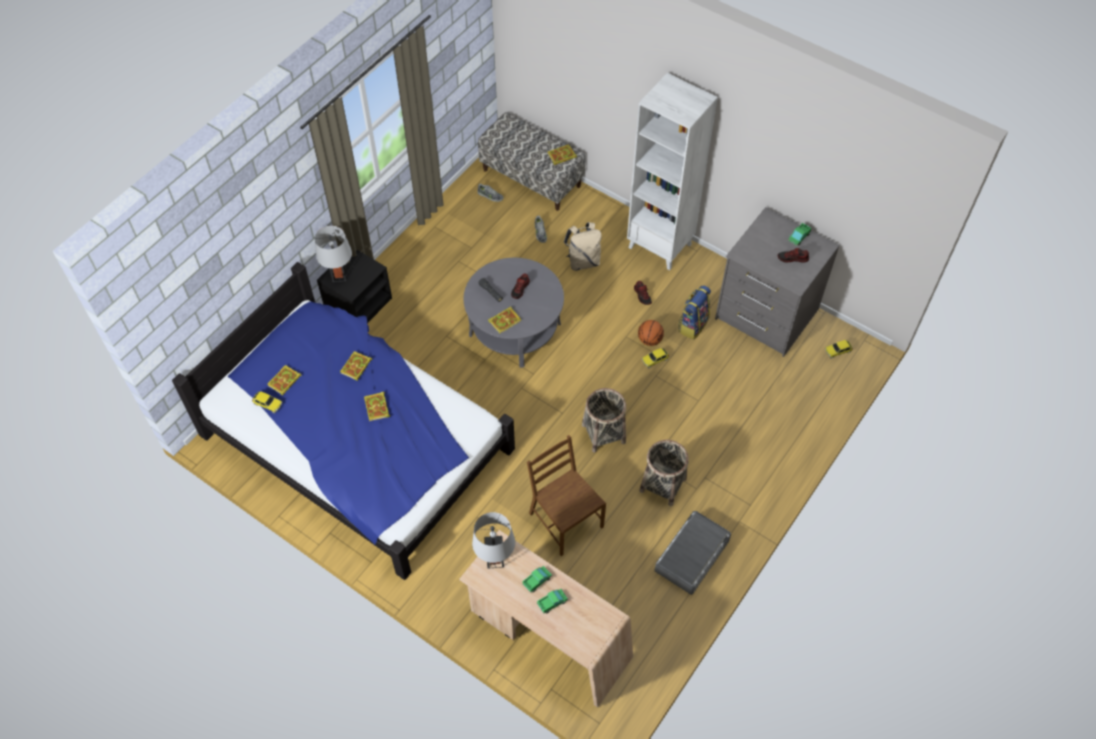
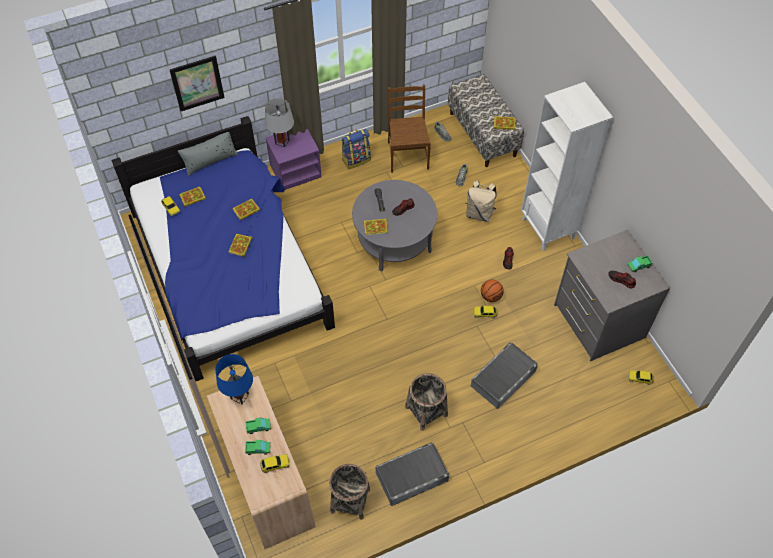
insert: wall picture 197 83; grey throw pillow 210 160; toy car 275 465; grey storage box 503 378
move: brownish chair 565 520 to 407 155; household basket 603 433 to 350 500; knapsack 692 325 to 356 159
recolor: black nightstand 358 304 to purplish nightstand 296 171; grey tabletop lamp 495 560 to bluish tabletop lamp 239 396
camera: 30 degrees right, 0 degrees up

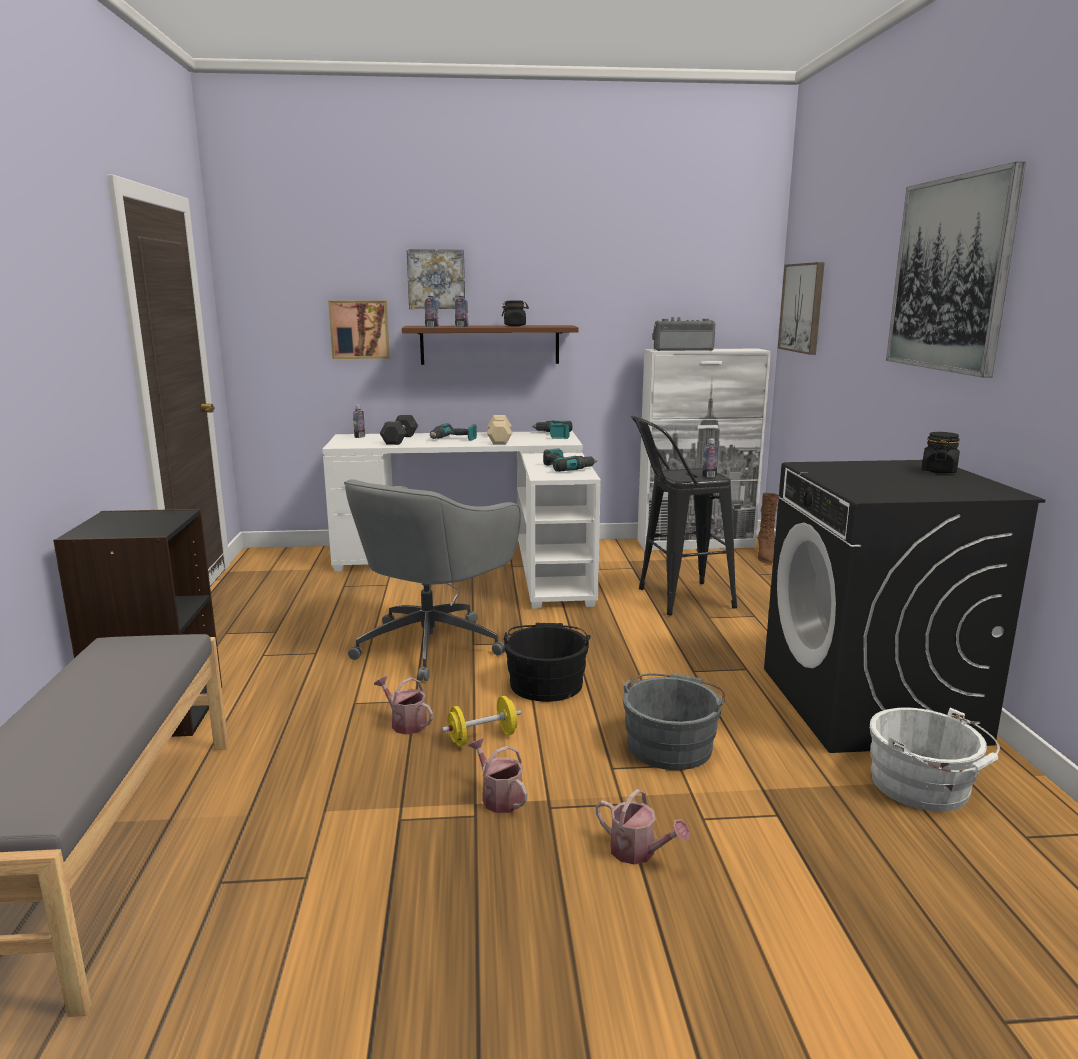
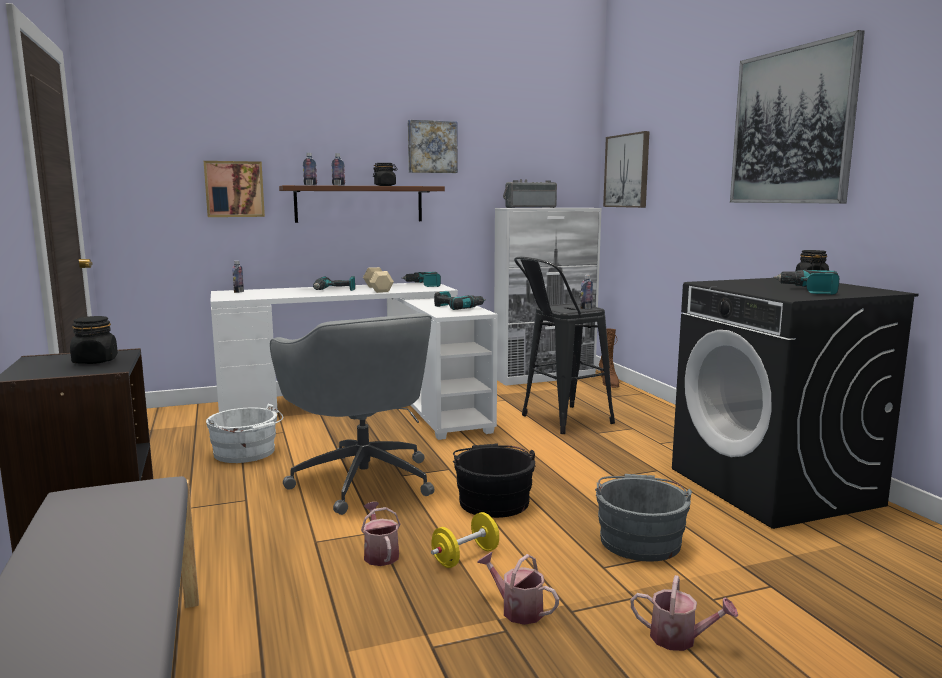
delete: grey dumbbell 399 439
insert: black preserve jar 95 361; drill 809 290
move: wall picture 436 279 to 432 147; white water bucket 925 787 to 246 453
rotate: grey desk chair 432 644 = 362 479 45 degrees counterclockwise; sprinkling can 405 723 = 380 554 45 degrees clockwise
camera: 15 degrees left, 5 degrees down

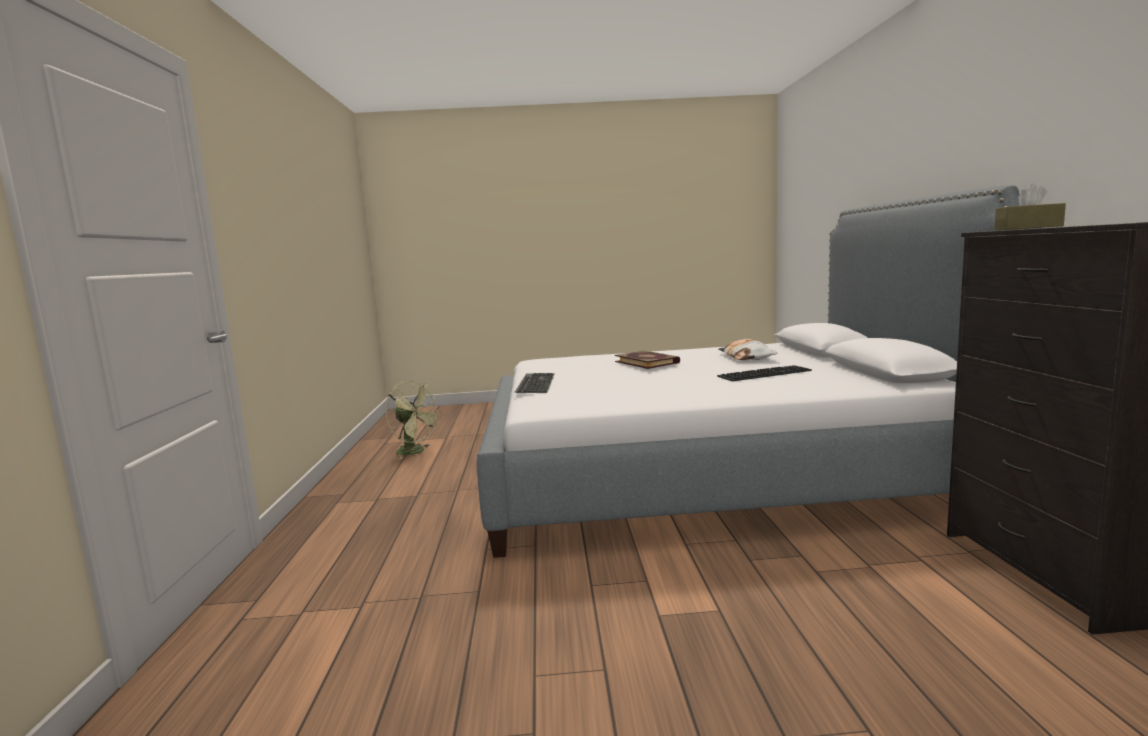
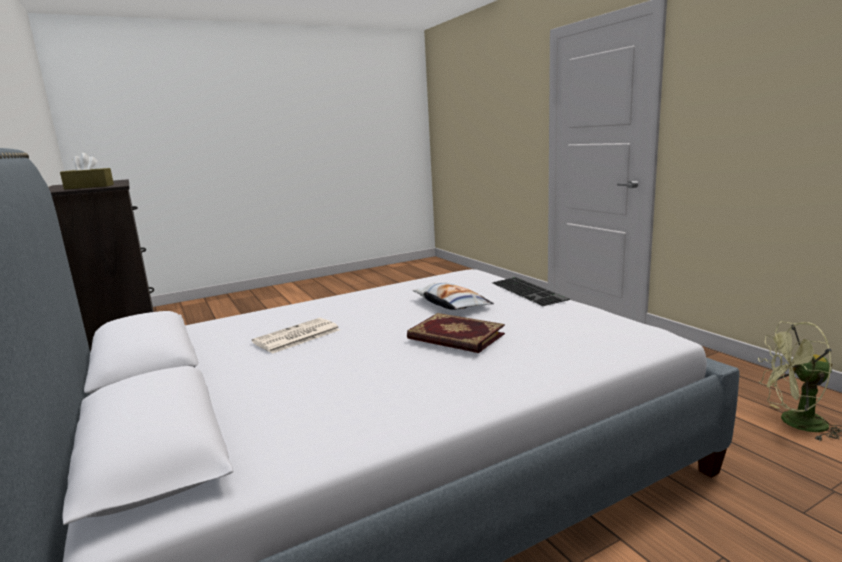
move: throw pillow 747 357 to 451 304
replace: keyboard 764 373 to daily paper 296 337
camera: 155 degrees right, 5 degrees up

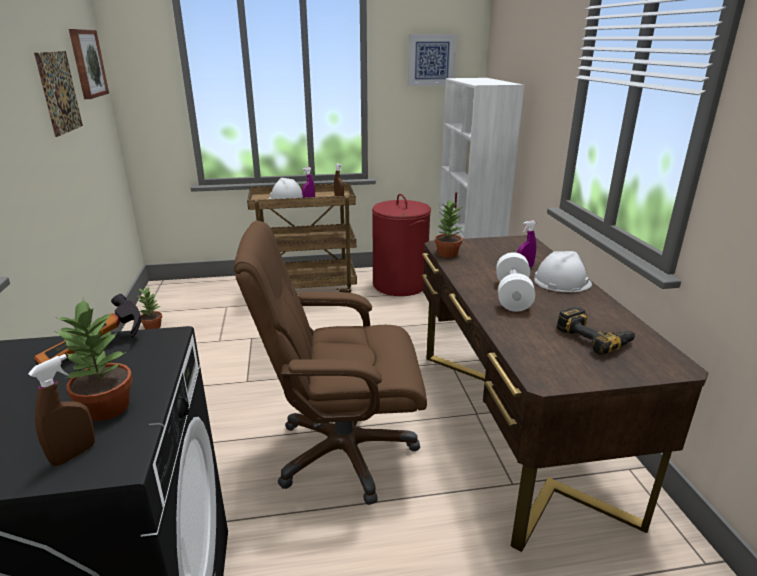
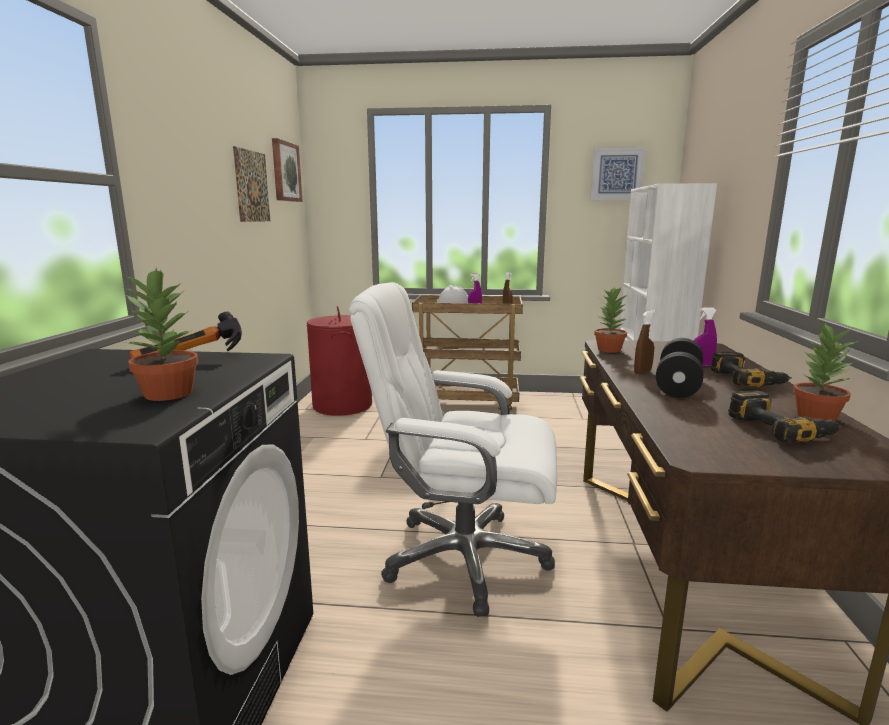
move: brownish spray bottle 74 454 to 642 371; houseplant 152 327 to 815 416; red-coloured hamper 400 284 to 343 405
replace: white work helmet 562 281 to drill 748 379
recolor: brownish desk chair 343 452 to white desk chair 463 557; white dumbbell 512 295 to black dumbbell 678 385
camera: 15 degrees right, 10 degrees down

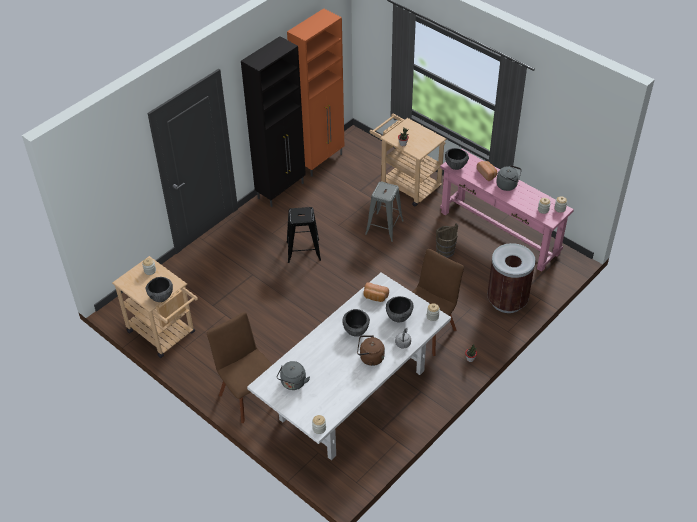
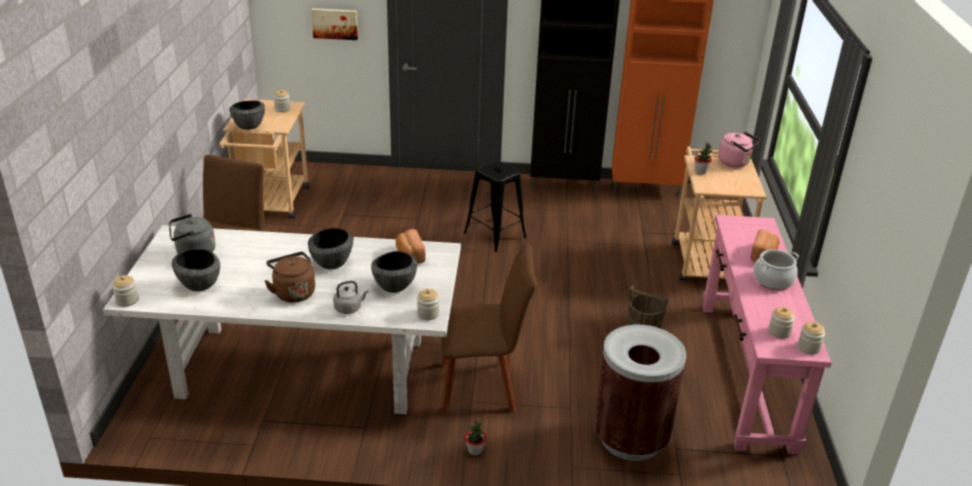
delete: grey stool seat 384 227
insert: wall picture 335 23; pink-coloured water kettle 735 163
move: serving bowl 456 166 to 199 285
replace: grey water kettle 508 185 to saucepot 773 280
camera: 50 degrees right, 15 degrees down

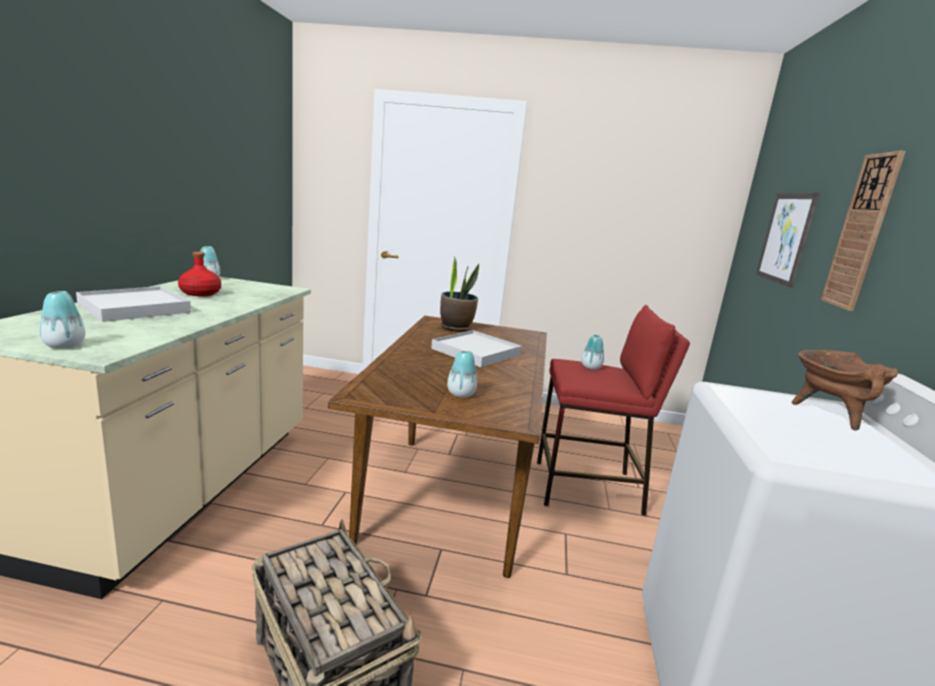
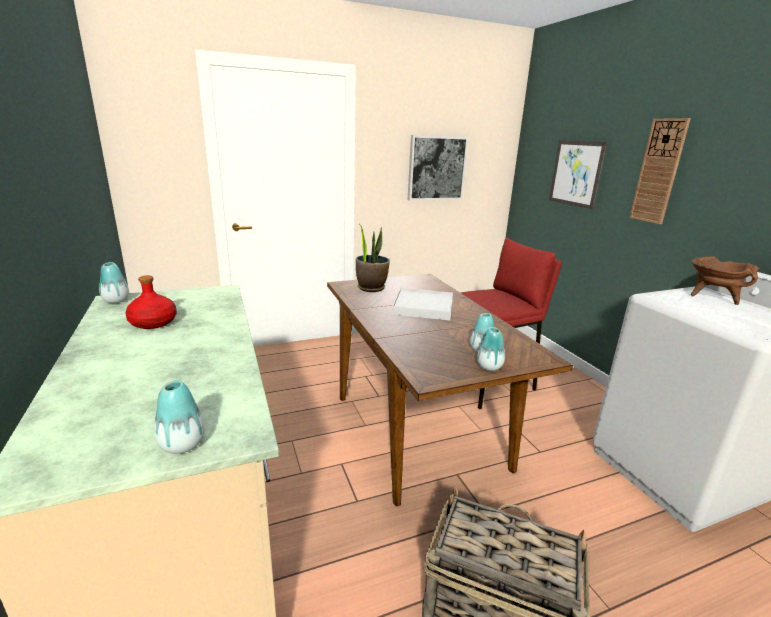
delete: white carrying tray 134 308
insert: wall picture 436 168
move: decorative vase 591 367 to 489 366
camera: 30 degrees left, 5 degrees up

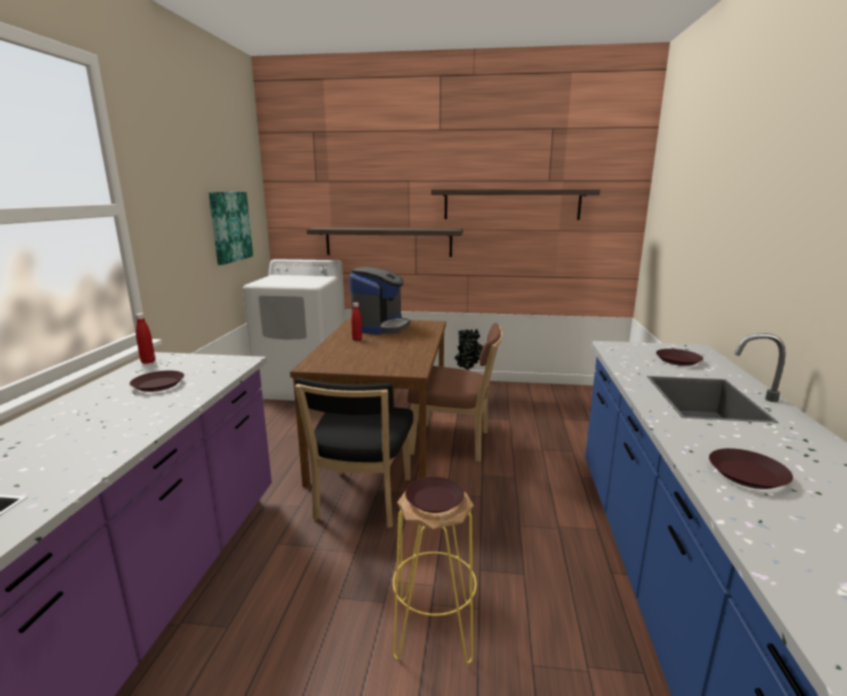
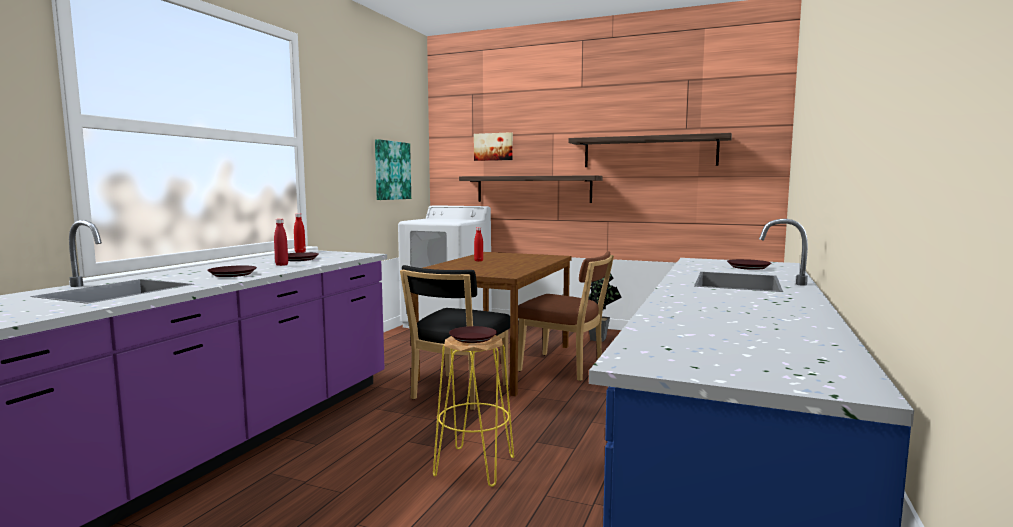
delete: coffee maker 380 326
insert: red-coloured bottle 281 265; wall picture 493 146
move: brownish dinner plate 746 474 to 232 274
camera: 15 degrees right, 10 degrees down

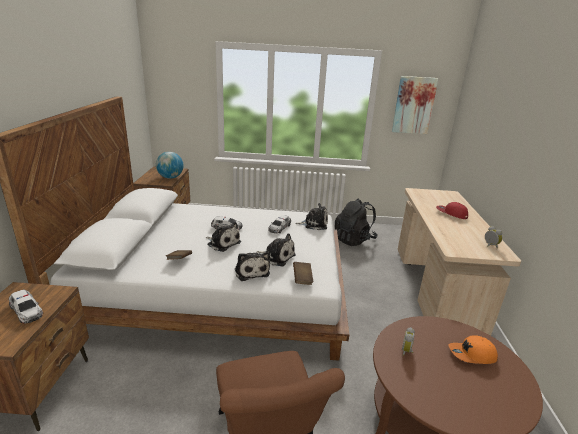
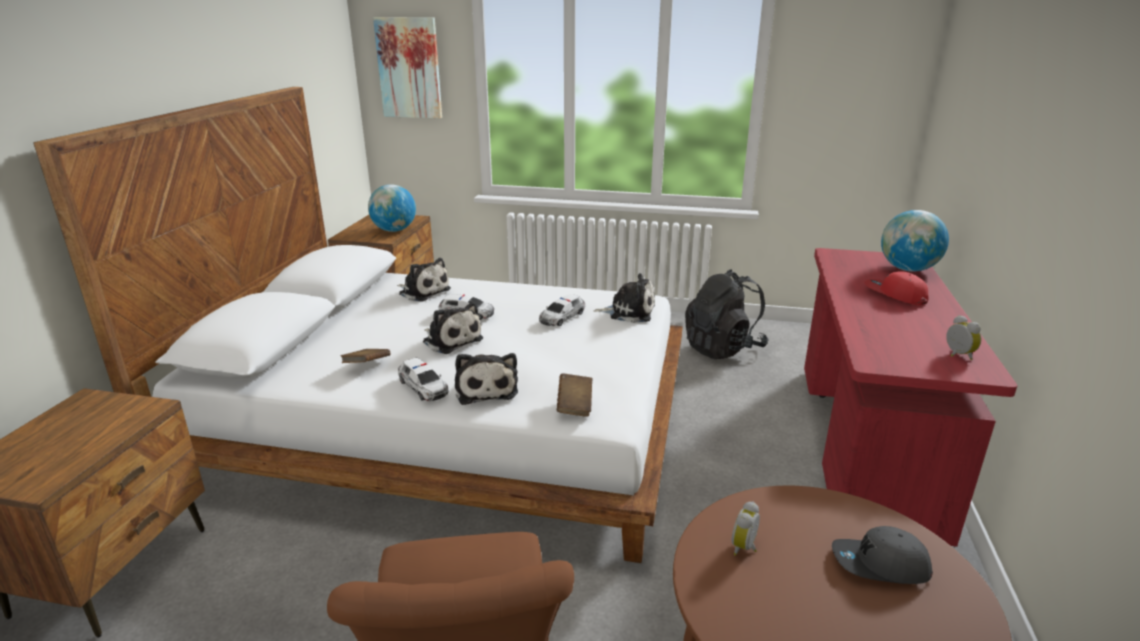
insert: globe 908 269
move: toy car 26 311 to 423 387; cuddly toy 277 257 to 423 291; wall picture 413 105 to 409 68
recolor: sand-coloured desk 435 289 to red-coloured desk 865 444; orange cap 472 355 to grey cap 879 565
camera: 10 degrees right, 0 degrees up

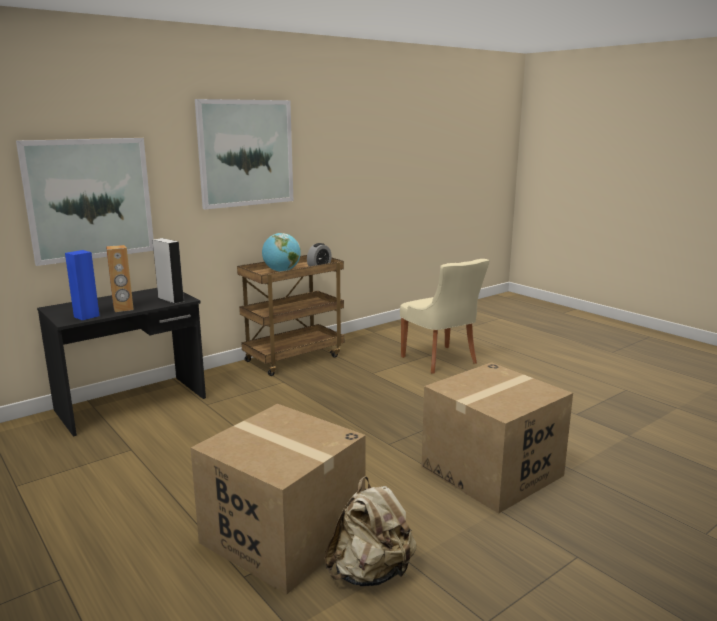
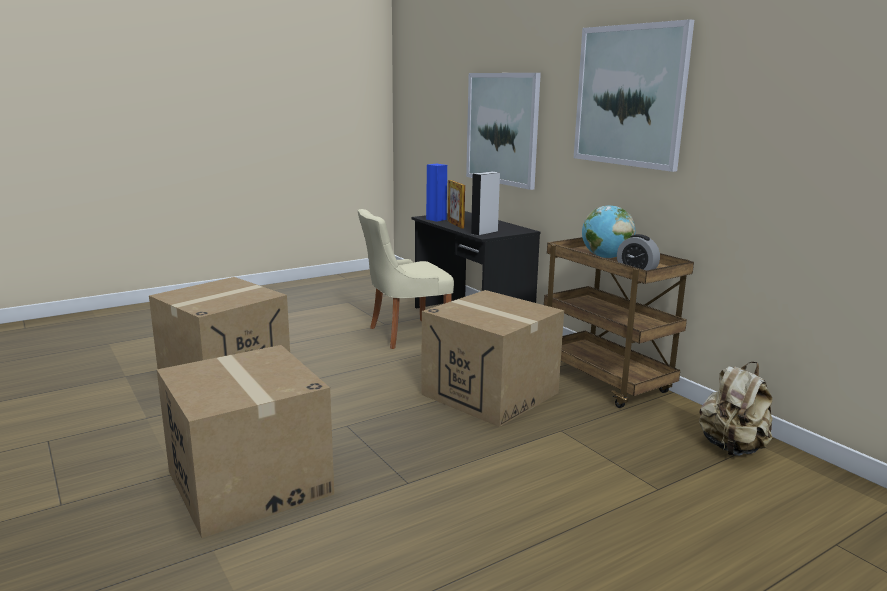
insert: cardboard box 490 393
move: sand-coloured knapsack 370 573 to 732 448; sand-coloured chair 441 360 to 405 334
replace: brownish loudspeaker 123 309 to picture frame 455 224
camera: 95 degrees right, 0 degrees up

